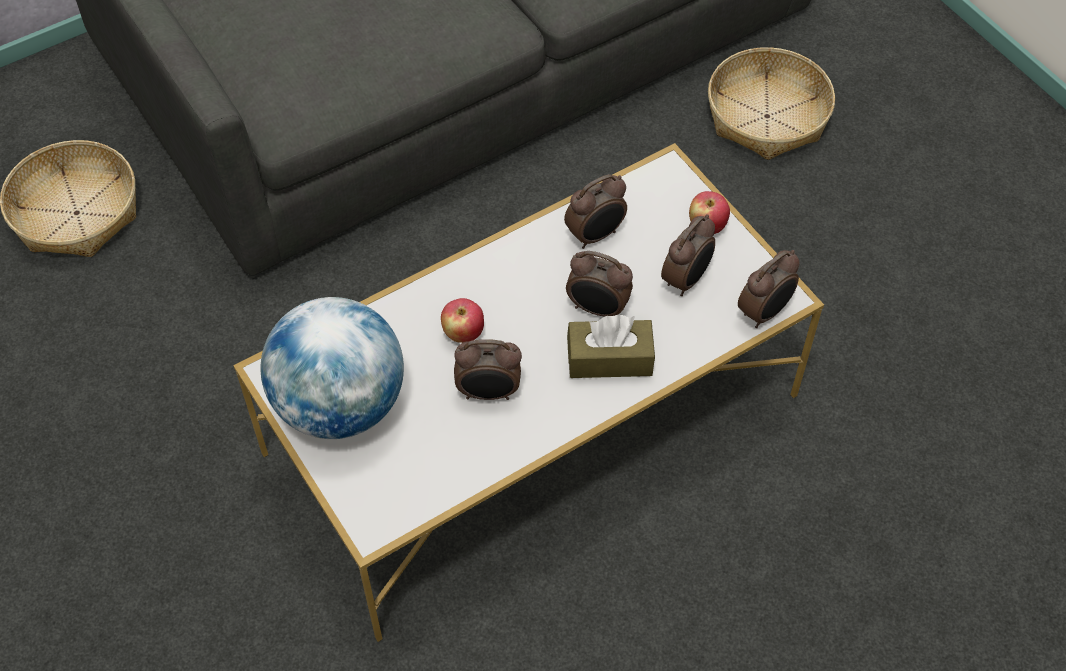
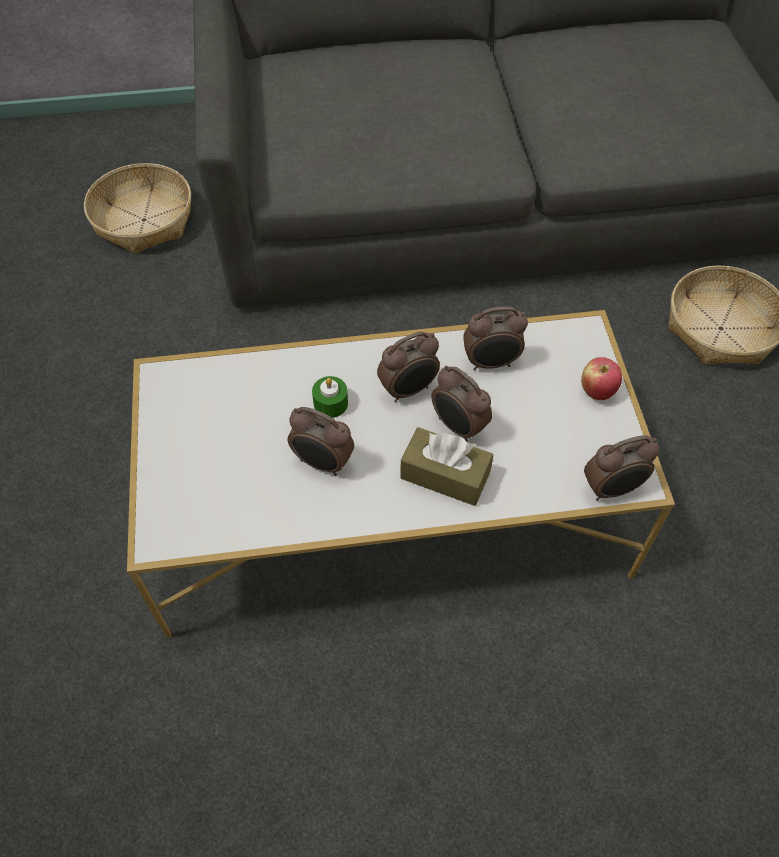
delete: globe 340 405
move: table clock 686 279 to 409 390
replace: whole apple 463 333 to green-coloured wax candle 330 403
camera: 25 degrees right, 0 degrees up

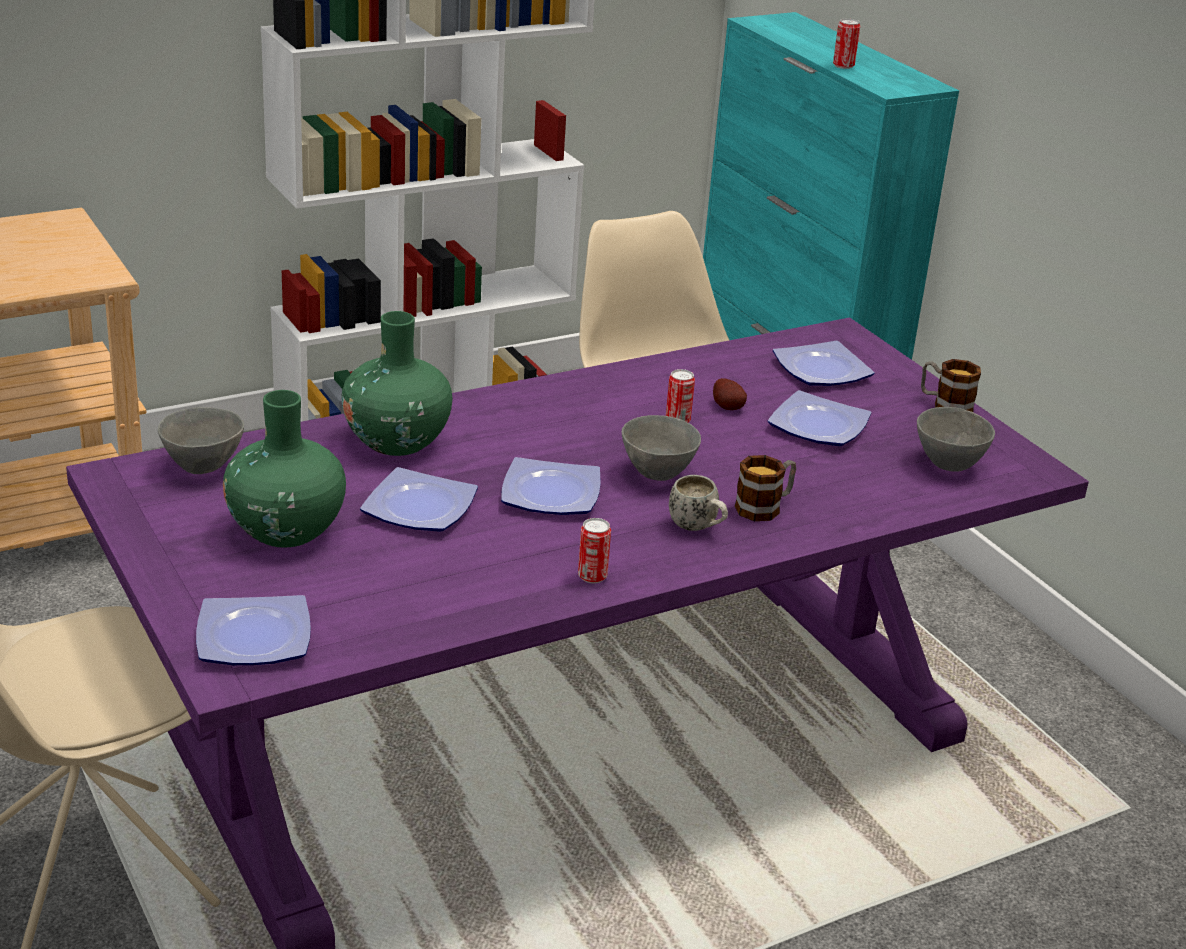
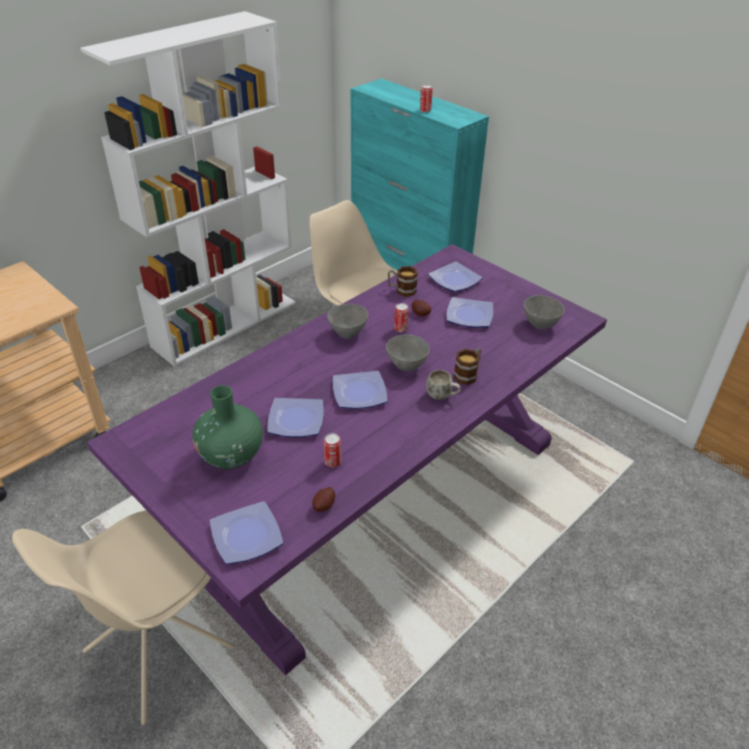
delete: green-coloured decorative vase 397 441
insert: whole potato 324 506
move: grey serving bowl 203 466 to 347 333; sealed can 592 576 to 332 462; tea mug 945 405 to 402 290
camera: 15 degrees left, 10 degrees up

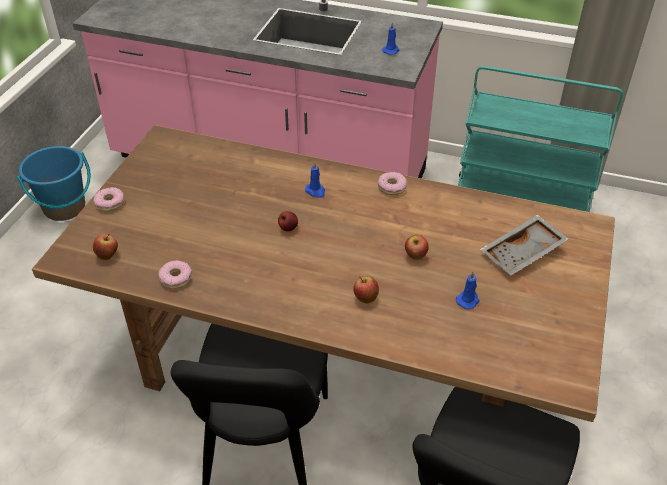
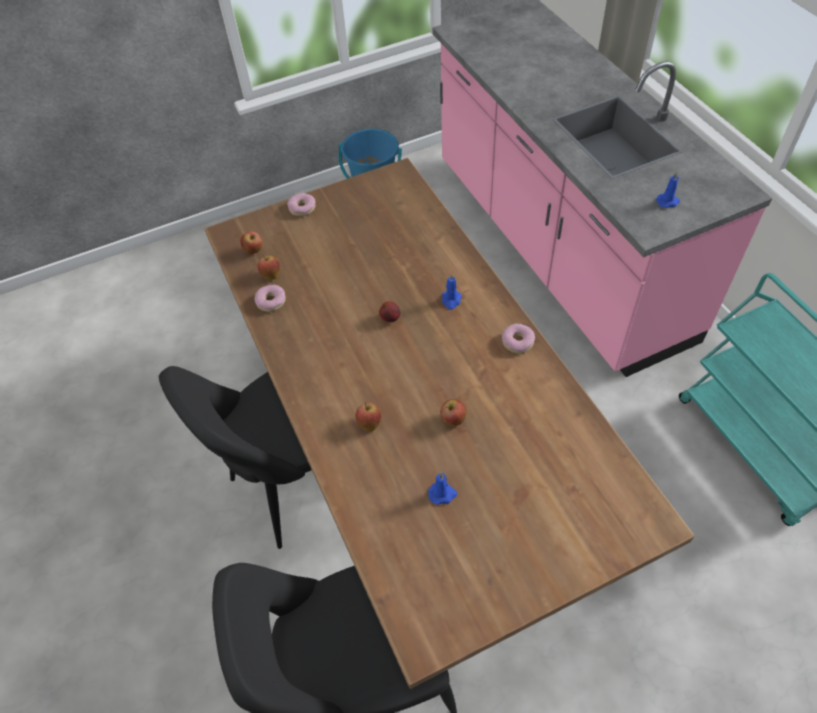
delete: grey carrying tray 523 253
insert: whole apple 271 275
camera: 50 degrees right, 10 degrees up

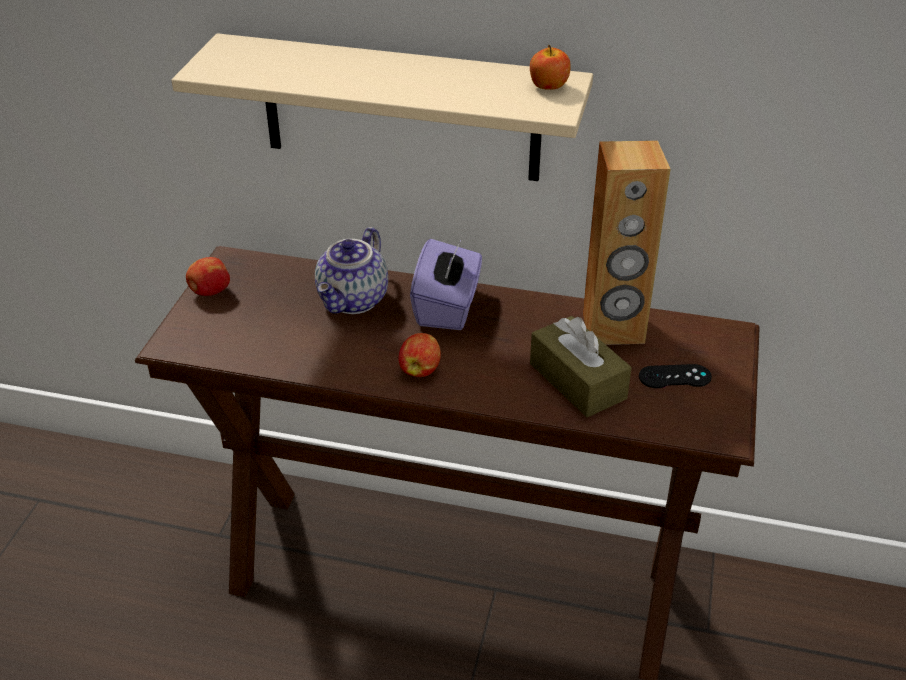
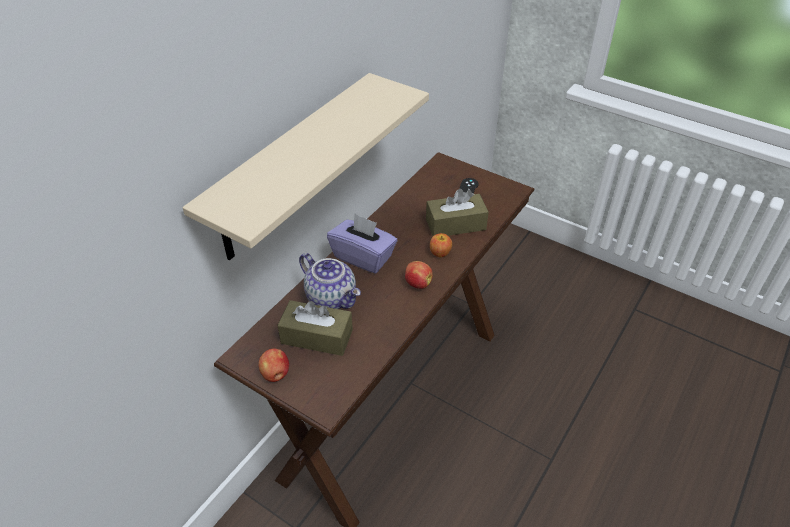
delete: brownish loudspeaker 613 329
insert: brownish box of tissues 317 336
move: whole apple 548 86 to 440 252
camera: 70 degrees left, 5 degrees up

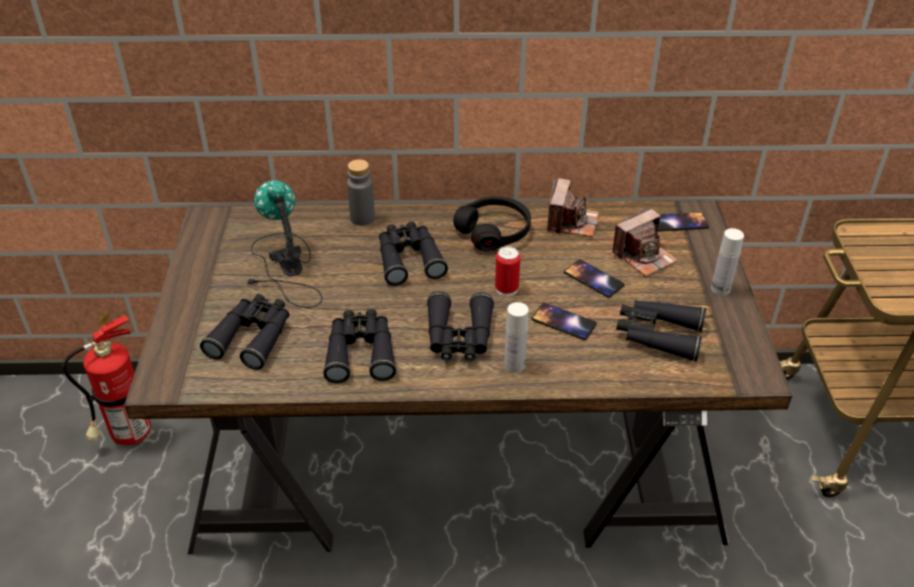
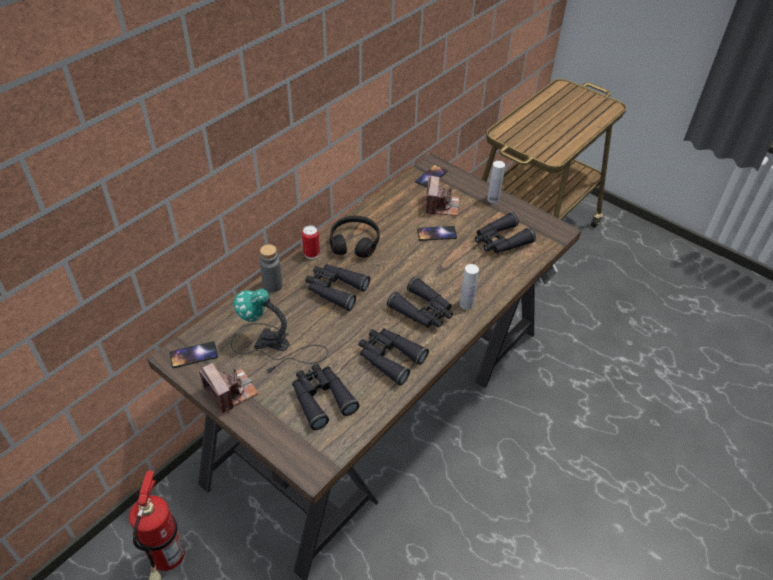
move: sealed can 506 288 to 311 253; telephone 563 322 to 193 355; photo camera 571 222 to 231 391
camera: 50 degrees left, 5 degrees up

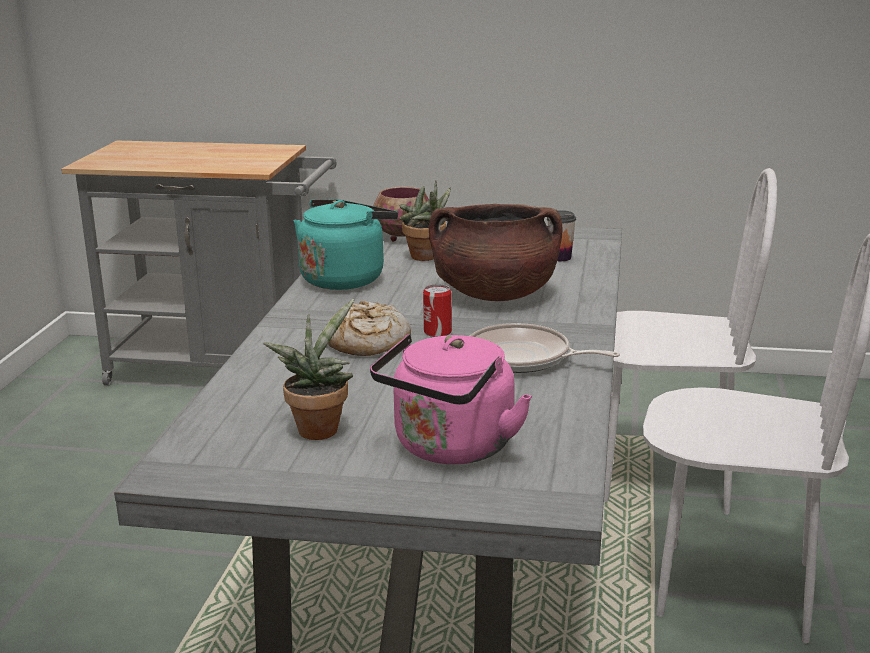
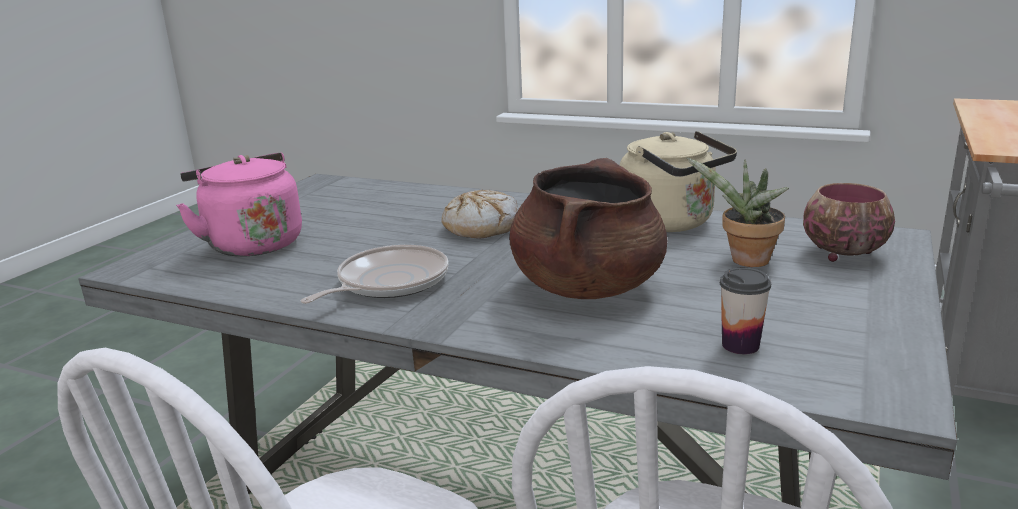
delete: houseplant 319 428; sealed can 437 332
recolor: turquoise-coloured water kettle 345 278 to sand-coloured water kettle 671 223
camera: 105 degrees right, 0 degrees up

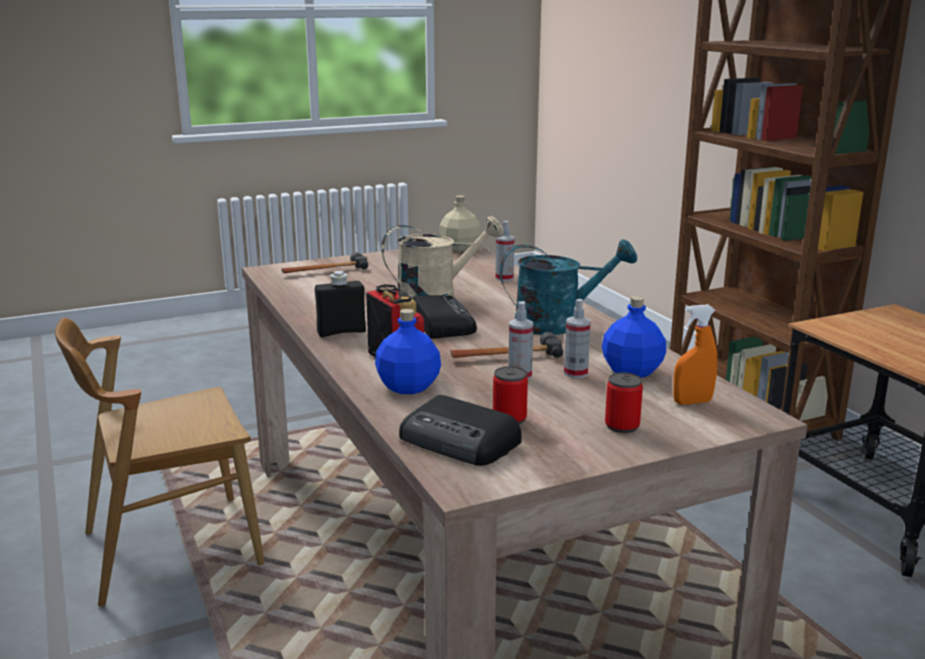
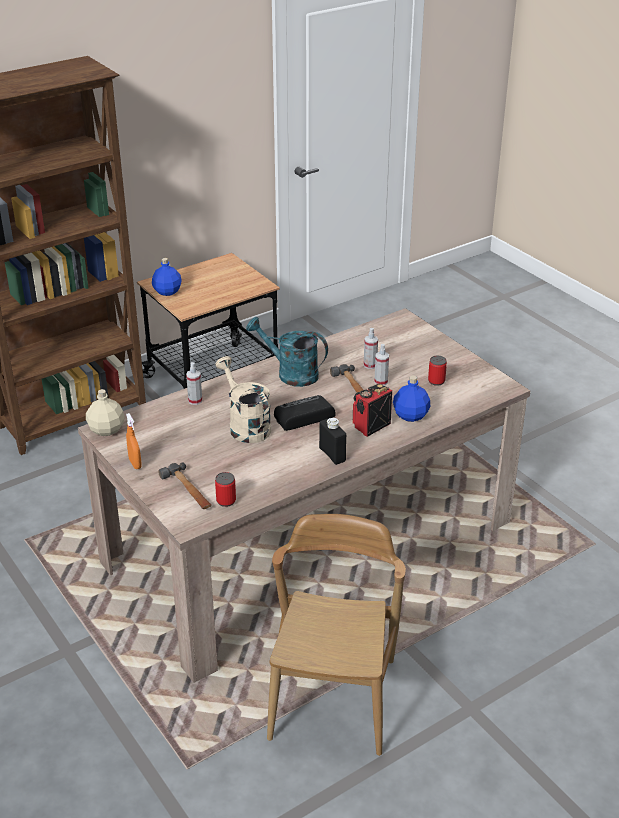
delete: radio 460 441
move: bluish bottle 631 371 to 167 292; sealed can 622 426 to 226 501; orange spray bottle 692 402 to 135 464
rotate: brownish chair 171 548 = 333 698 135 degrees counterclockwise; turquoise-coloured sprinkling can 559 323 = 290 373 45 degrees counterclockwise
camera: 100 degrees left, 15 degrees up

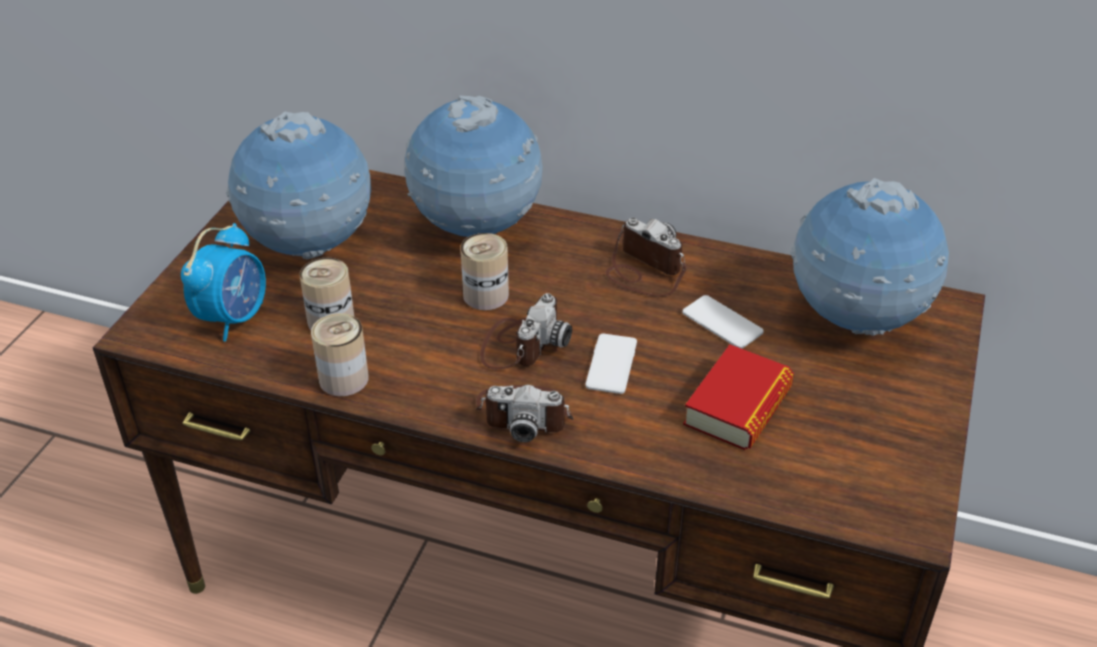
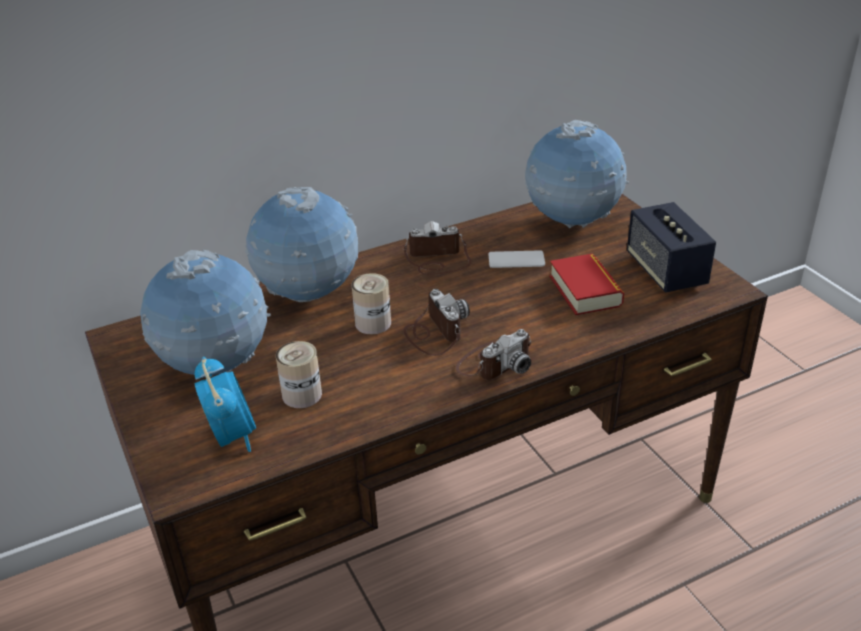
delete: sealed can 343 379; telephone 611 364
insert: loudspeaker 666 271
camera: 45 degrees left, 5 degrees down

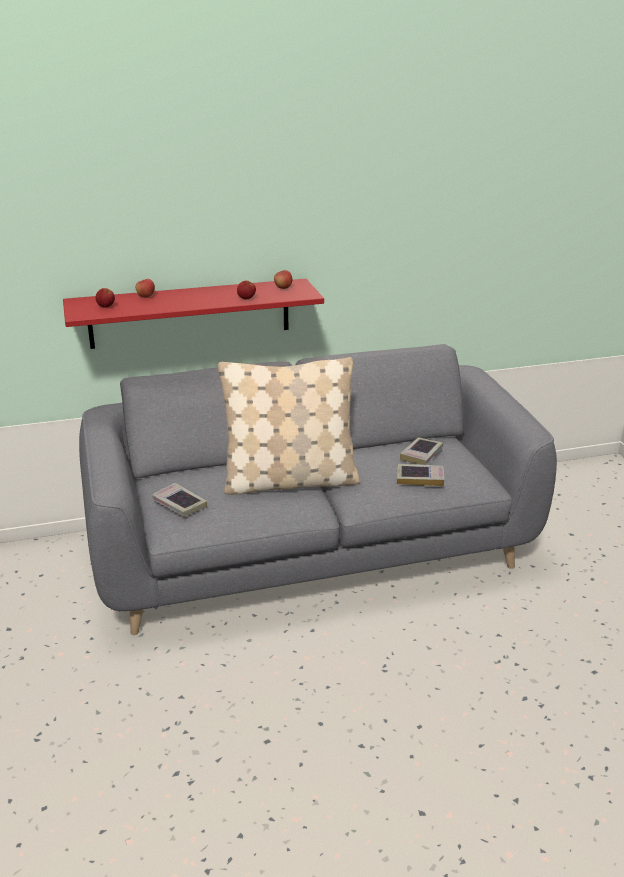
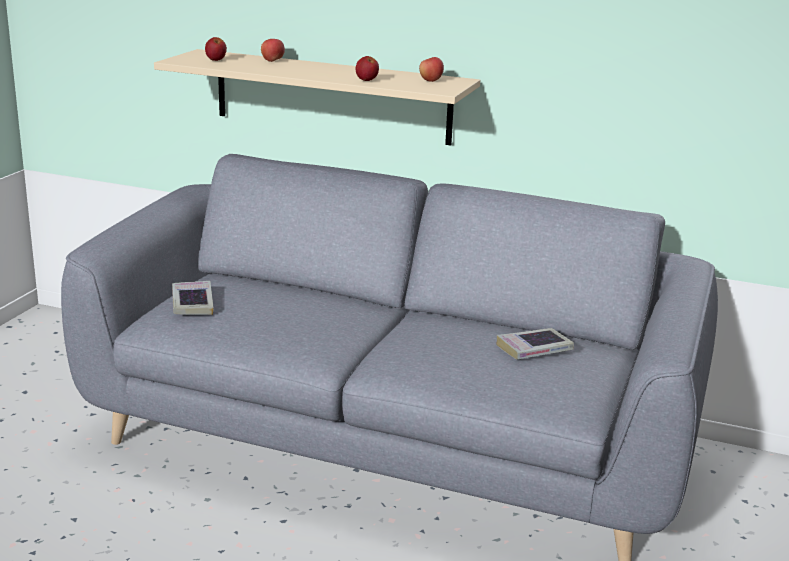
delete: sand-coloured throw pillow 290 481; volume 420 478
recolor: red-coloured shelf 190 313 to sand-coloured shelf 332 96
camera: 35 degrees right, 5 degrees down

